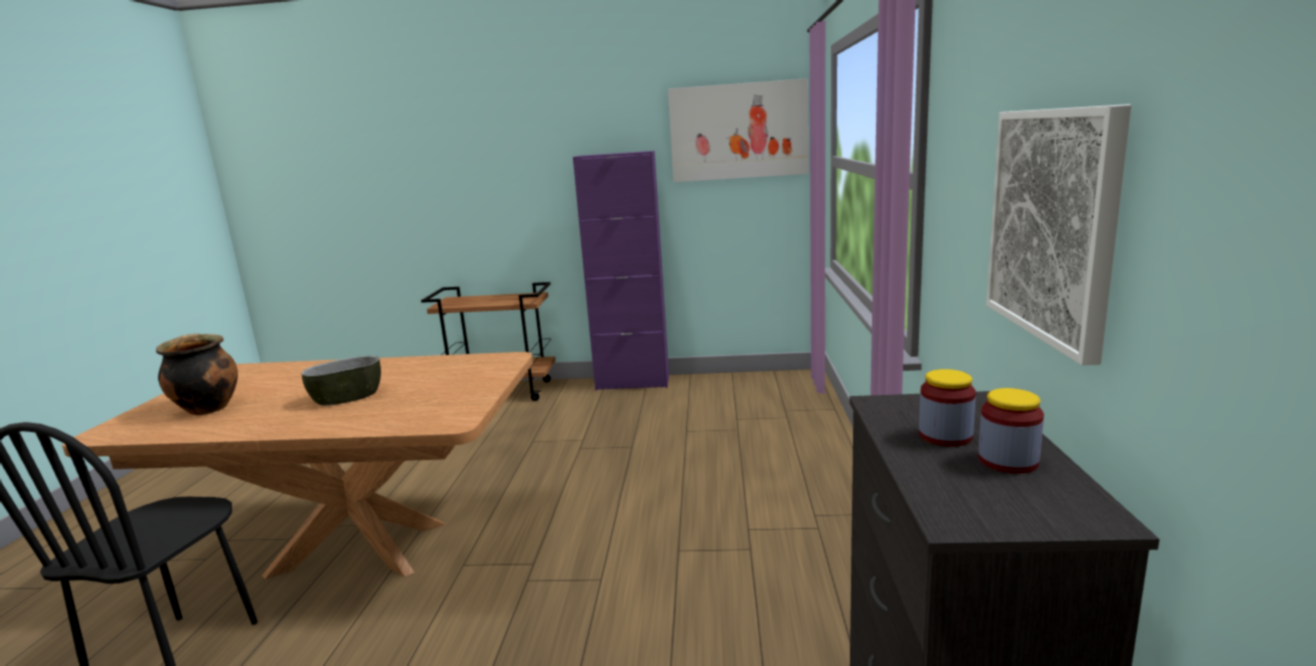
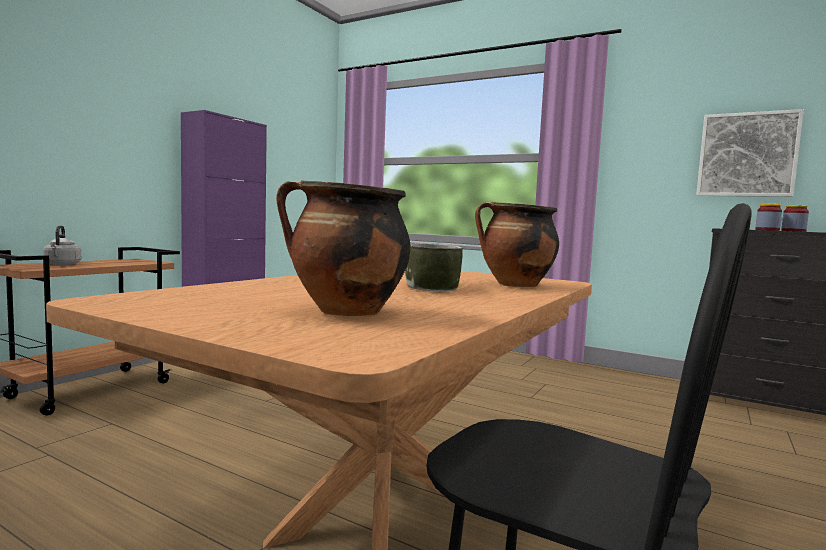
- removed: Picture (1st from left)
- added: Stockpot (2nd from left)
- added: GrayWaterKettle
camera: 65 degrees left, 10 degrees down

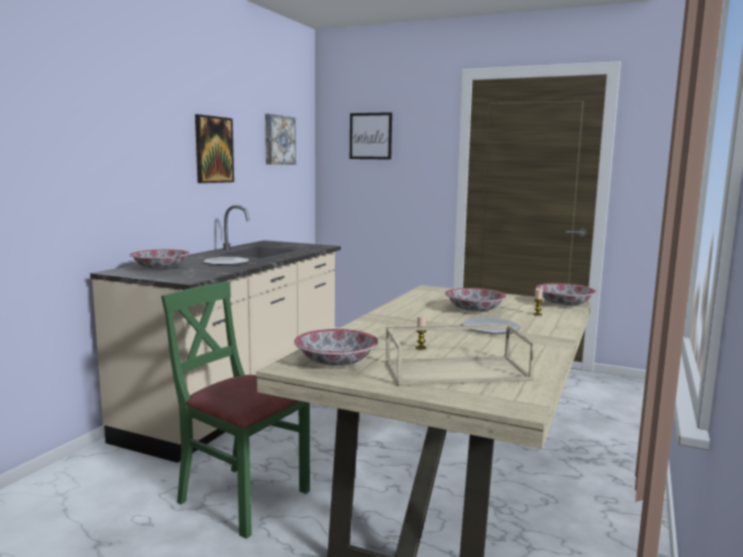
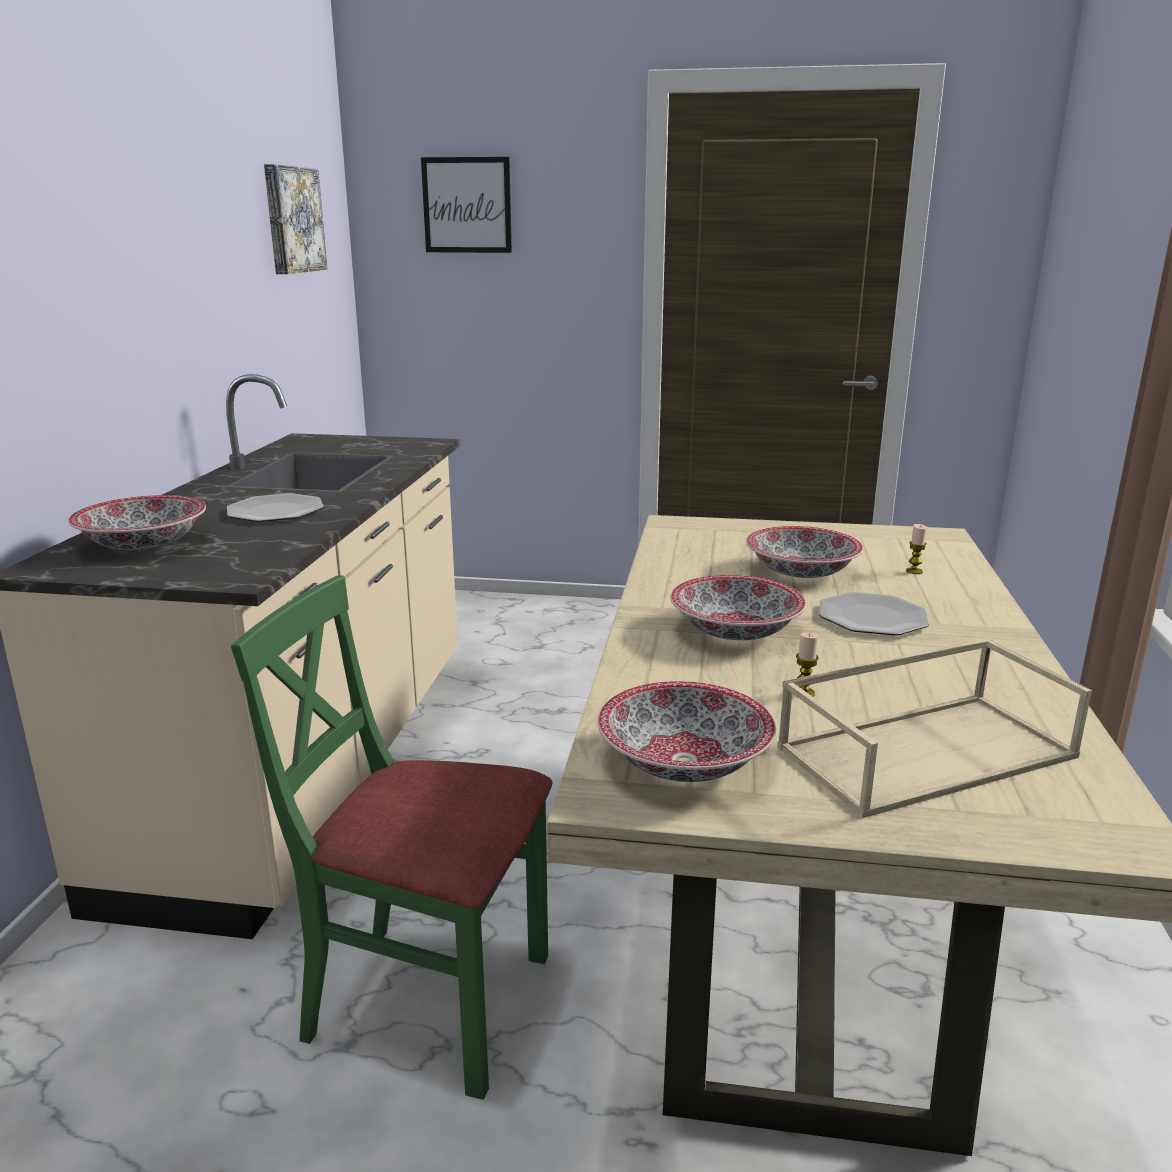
- removed: Picture (1st from left)
- moved: Bowl (4th from left in the first image) to Bowl (3rd from left)
camera: 15 degrees left, 10 degrees up

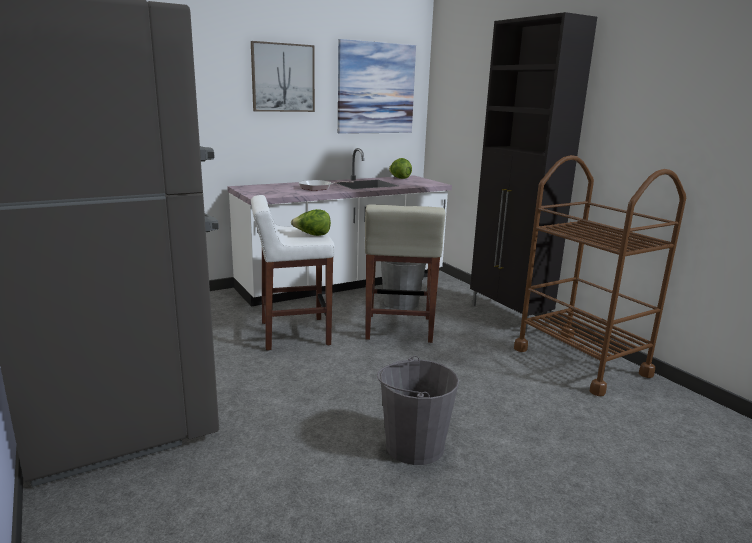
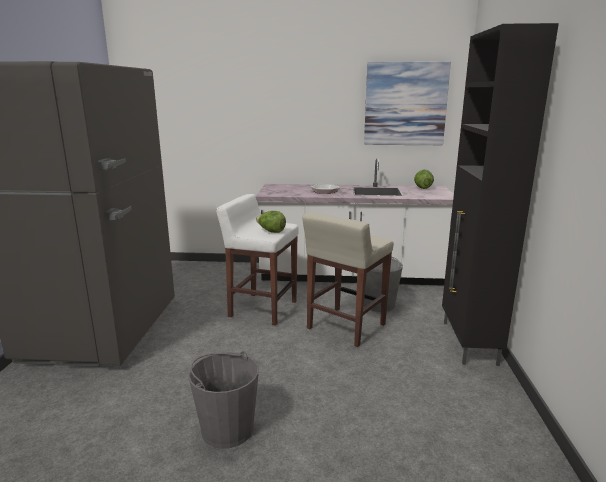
- removed: Picture (1st from left)
- removed: BrownColouredCart
camera: 35 degrees right, 0 degrees up

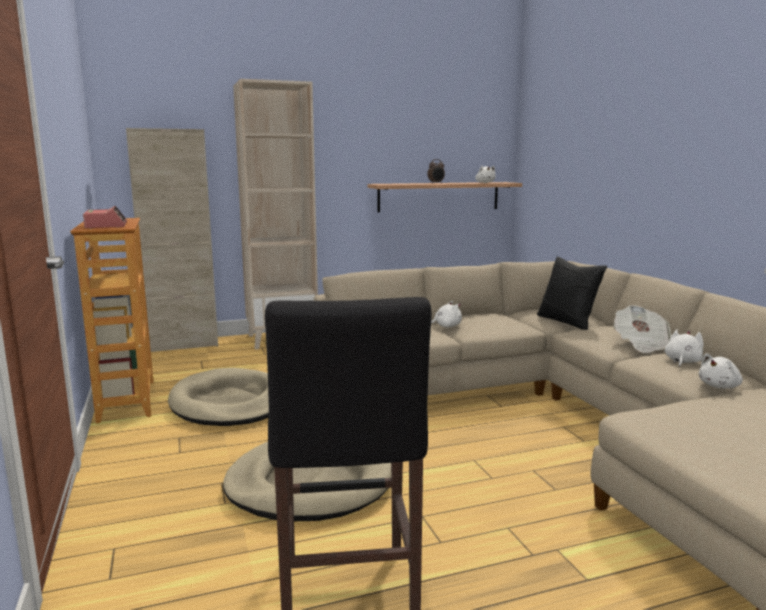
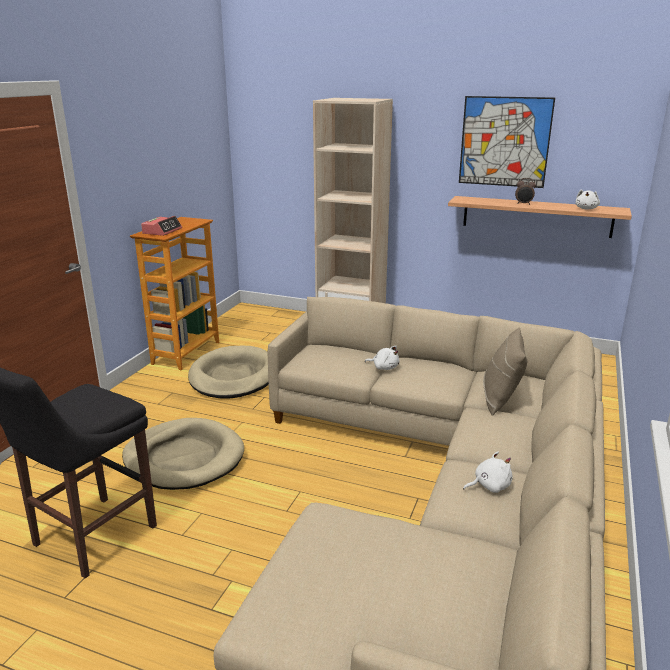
- removed: BeigeStorageCabinet
- recoloured: BlackColouredThrowPillow to BeigeThrowPillow
- removed: DailyPaper
- removed: WhitishCuddlyToy (4th from left)
- added: Picture
camera: 40 degrees right, 10 degrees up

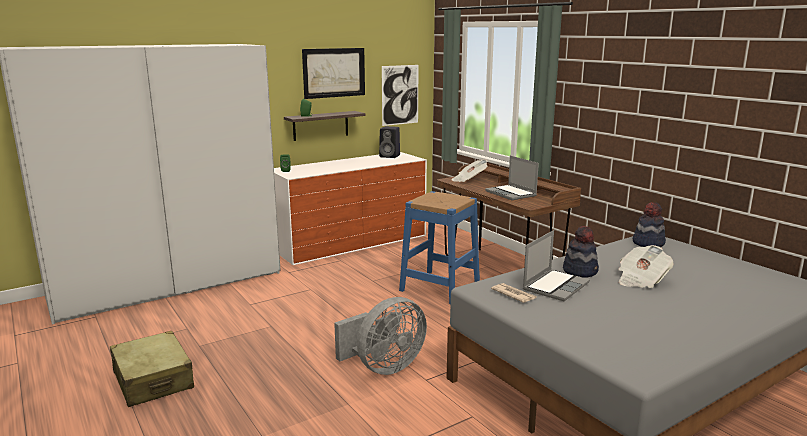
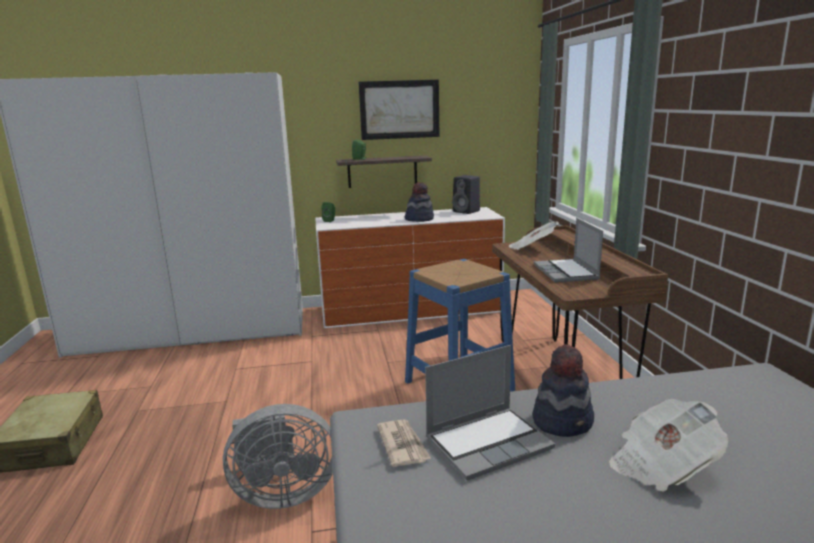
- removed: Picture (2nd from left)
- moved: ClothingHat (2nd from left in the first image) to ClothingHat (1st from left)
camera: 25 degrees right, 0 degrees up

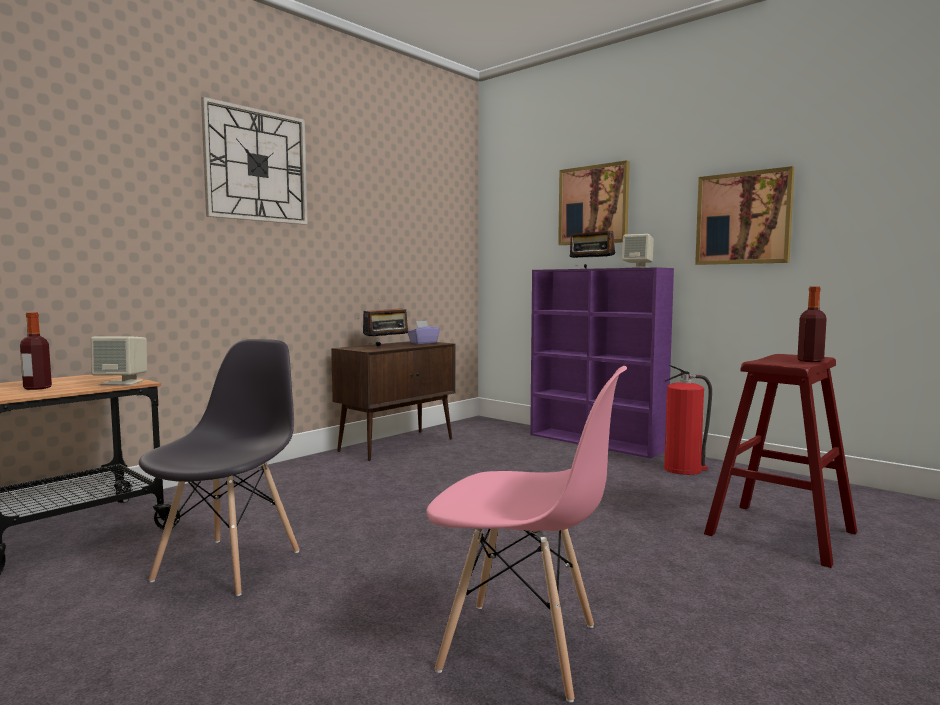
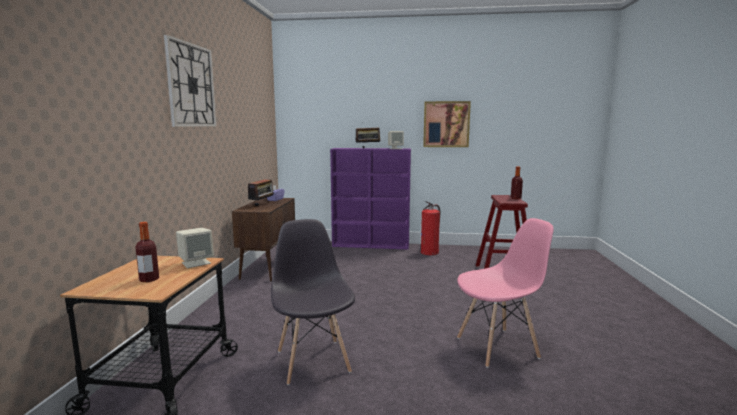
- removed: Picture (1st from left)
camera: 35 degrees left, 5 degrees up

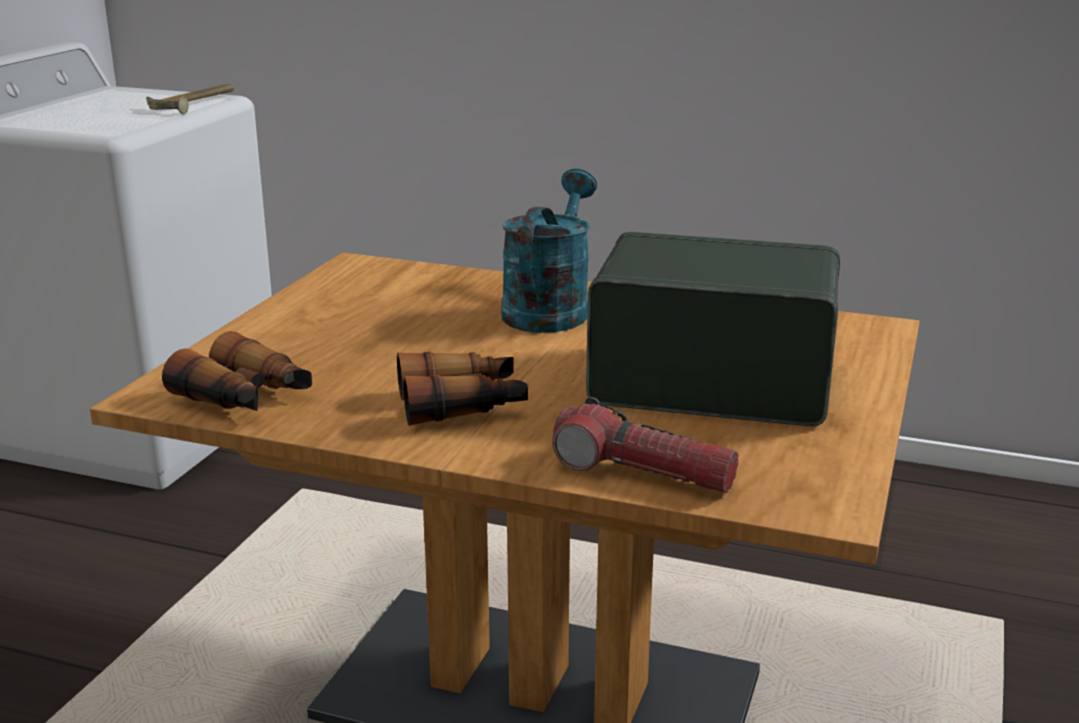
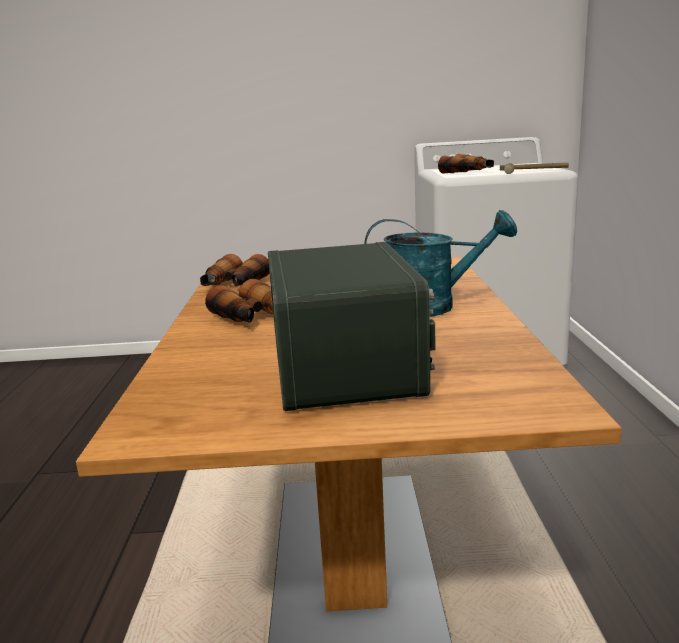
- removed: HandTorch
- added: FieldGlasses (3rd from left)
camera: 70 degrees right, 5 degrees down

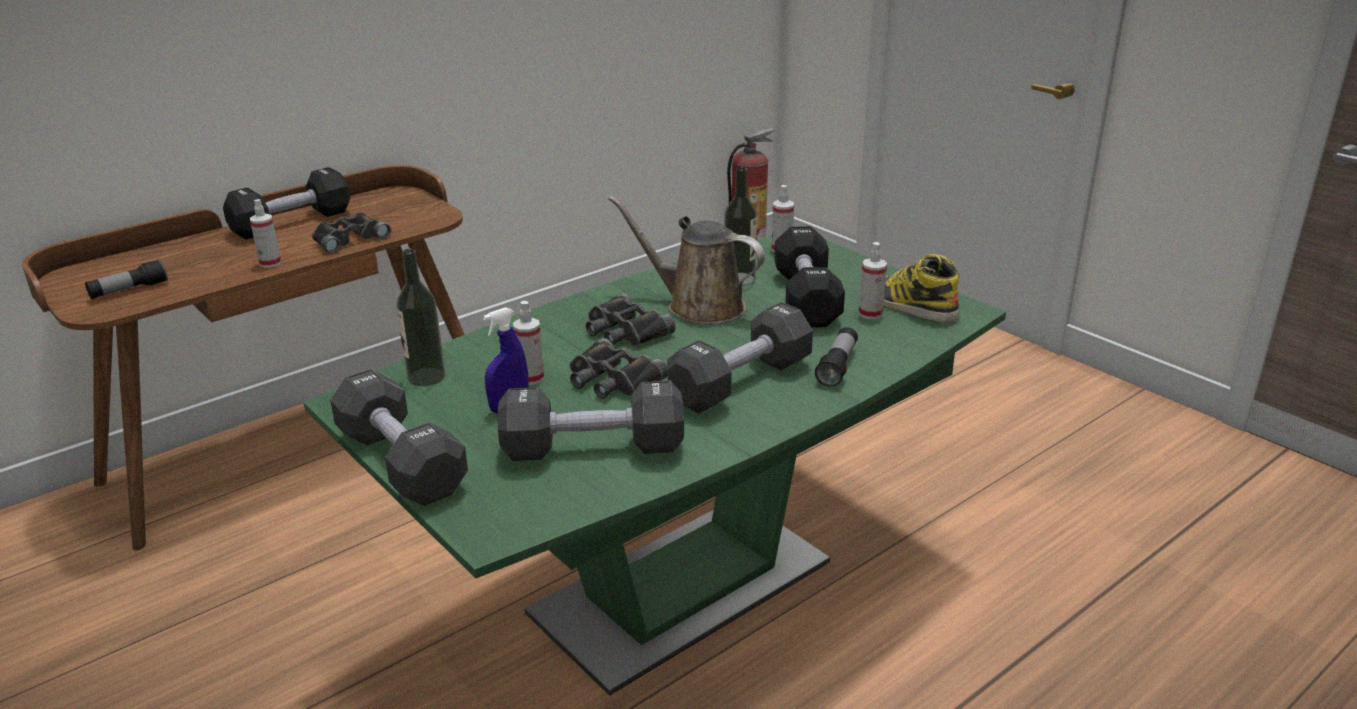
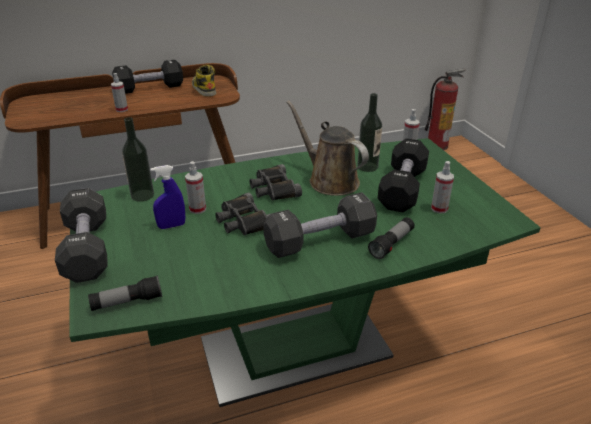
- removed: BlackColouredFieldGlasses (1st from left)
- moved: HighTopBoot
- moved: HandTorch (1st from left)
- removed: BlackColouredDumbbell (3rd from left)
camera: 20 degrees right, 5 degrees up

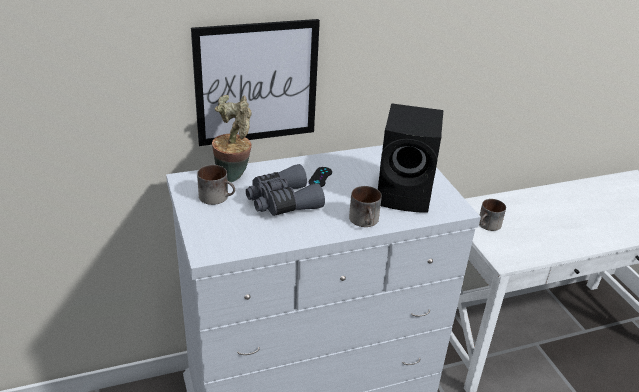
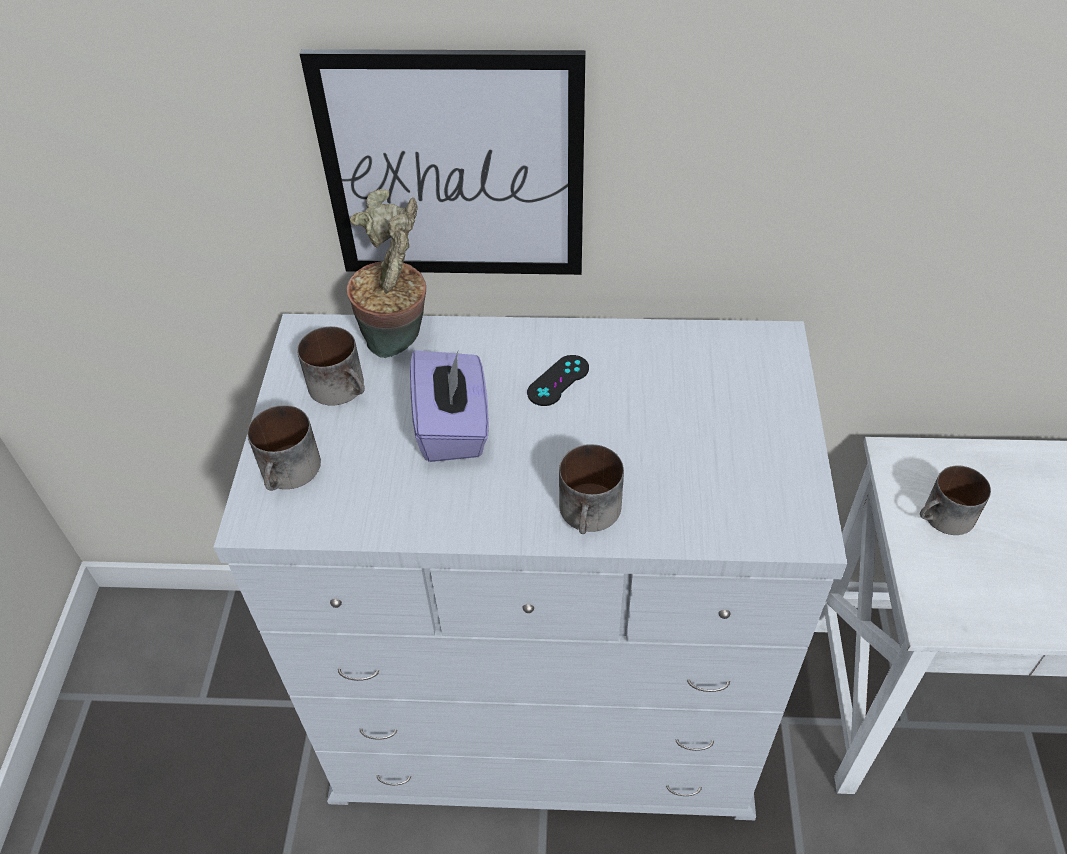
- removed: BlackColouredAudioSpeaker
- replaced: GrayFieldGlasses to PurpleBoxOfTissues
- added: CoffeeMug (1st from left)
camera: 25 degrees right, 15 degrees up

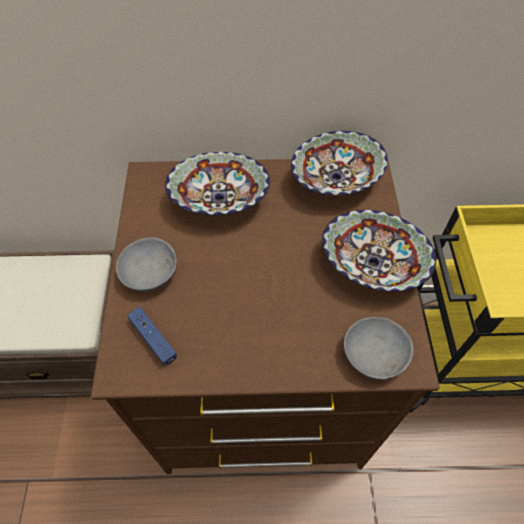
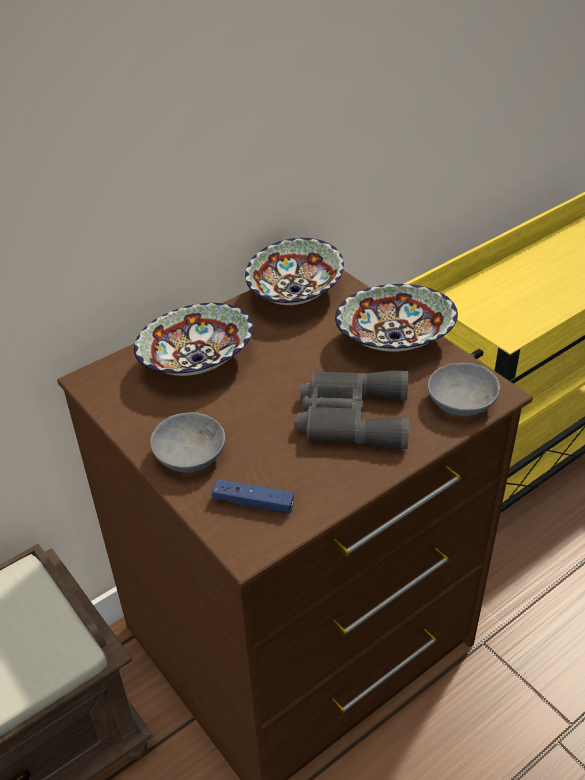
- added: GrayFieldGlasses
camera: 35 degrees left, 15 degrees down

